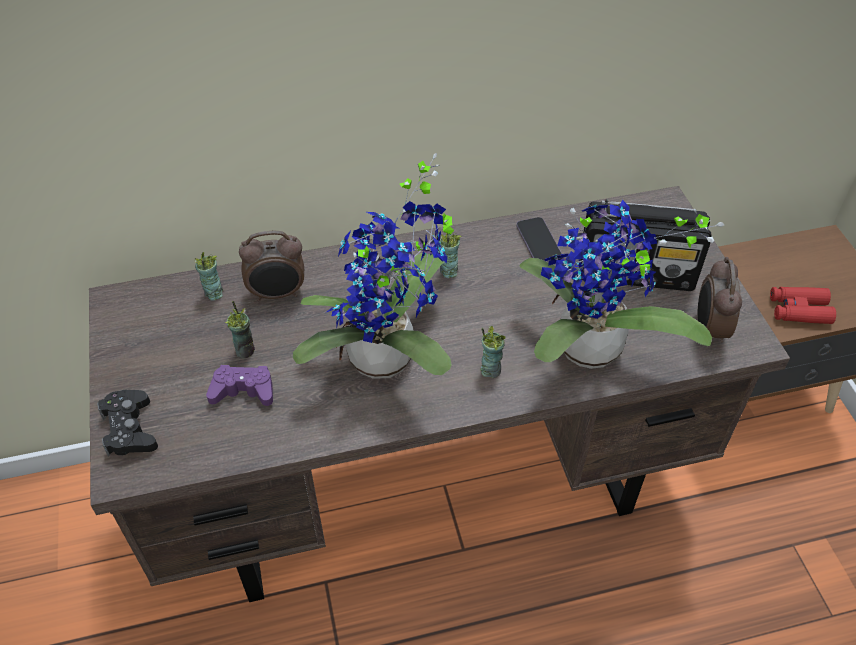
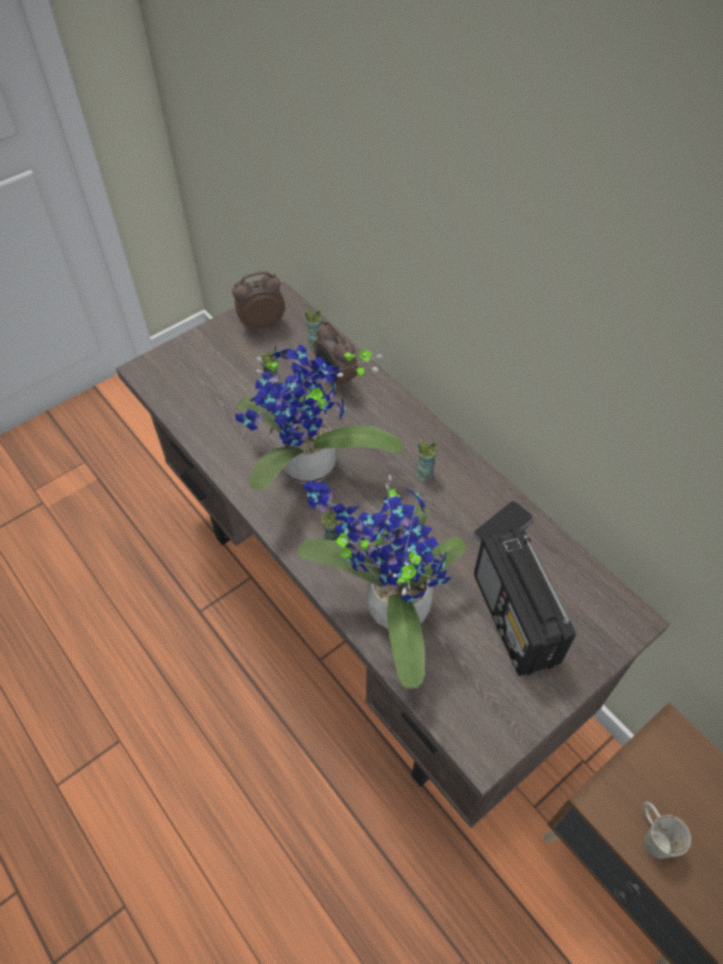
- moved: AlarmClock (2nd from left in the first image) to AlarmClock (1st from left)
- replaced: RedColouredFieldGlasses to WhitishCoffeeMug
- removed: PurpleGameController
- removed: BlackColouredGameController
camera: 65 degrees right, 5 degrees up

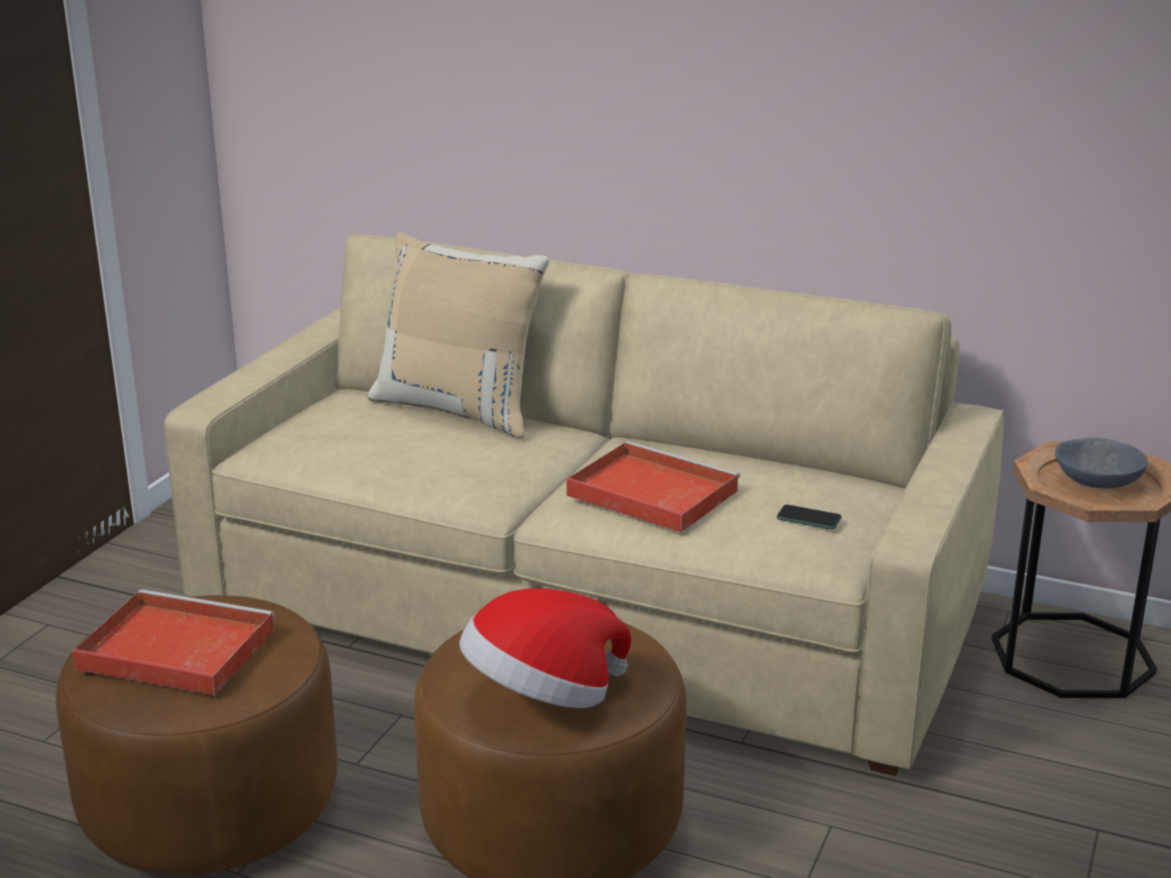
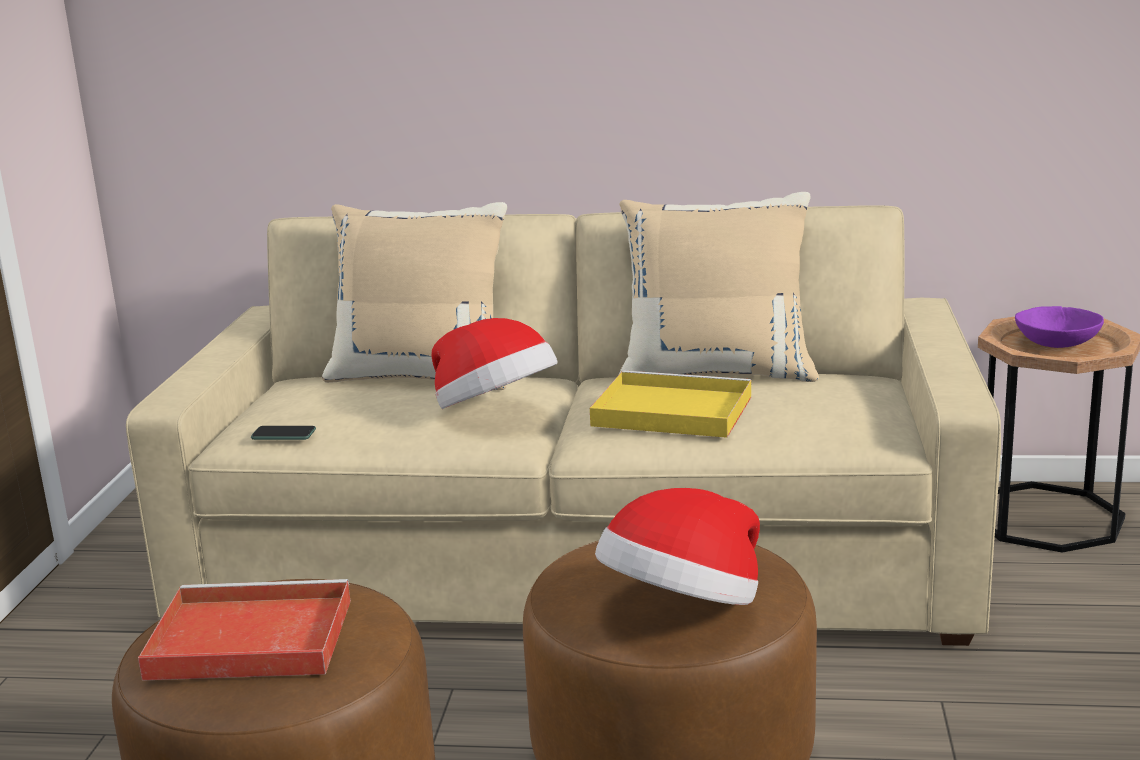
- recoloured: GrayBowl to PurpleBowl
- recoloured: RedColouredServingTray (2nd from left) to YellowServingTray
- moved: Phone
- added: BeigeThrowPillow (2nd from left)
- added: ClothingHat (1st from left)
camera: 15 degrees left, 5 degrees down

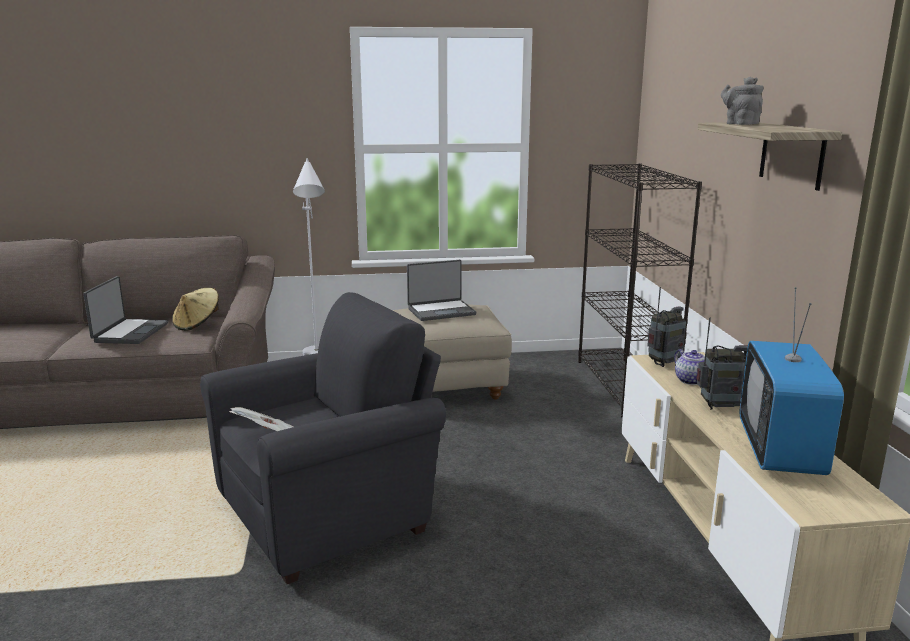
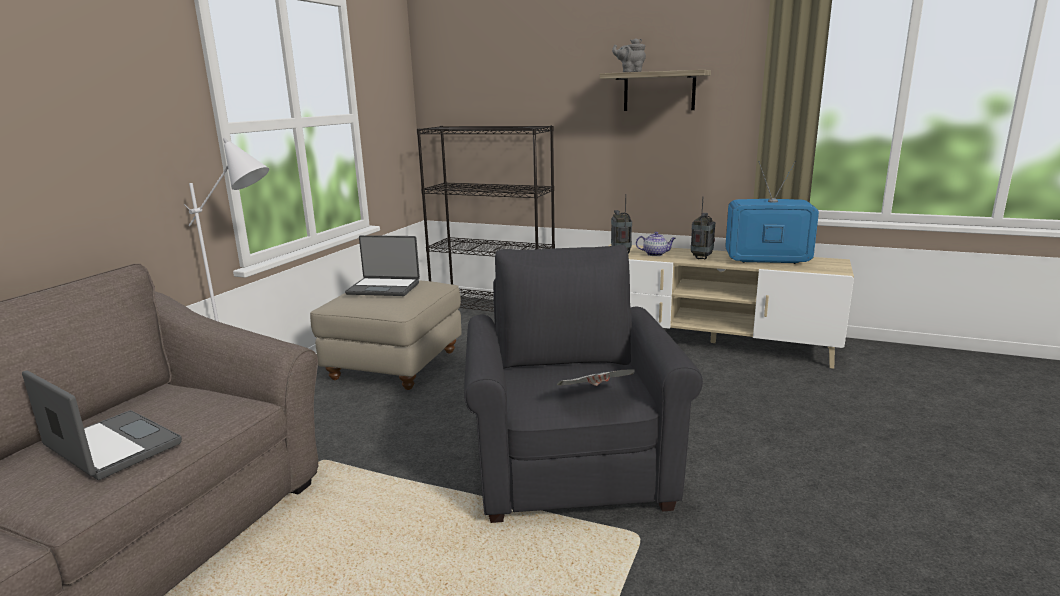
- turned: NotebookComputer (2nd from left) 90 degrees clockwise
- turned: Television 150 degrees clockwise
- removed: BeigeClothingHat
camera: 60 degrees left, 0 degrees up

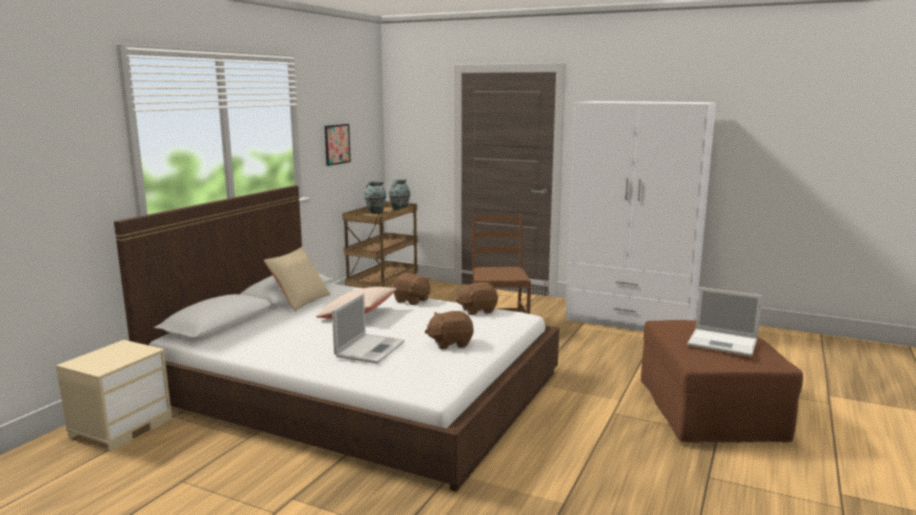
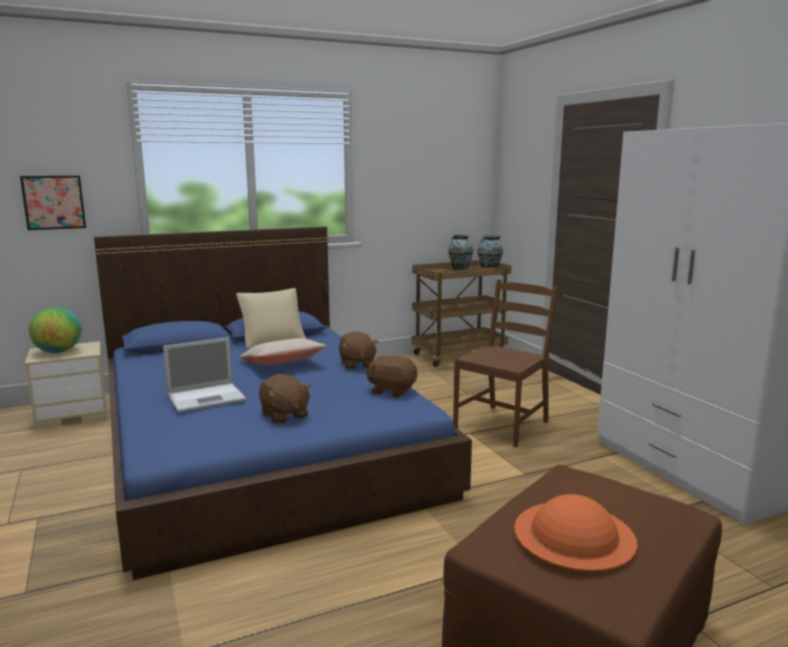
- moved: Picture
- recoloured: WhitishSleepingBed to BlueColouredSleepingBed
- replaced: NotebookComputer (2nd from left) to OrangeClothingHat
- turned: BrownColouredCuddlyToy (2nd from left in the first image) 150 degrees counterclockwise
- added: Globe
camera: 40 degrees right, 0 degrees up

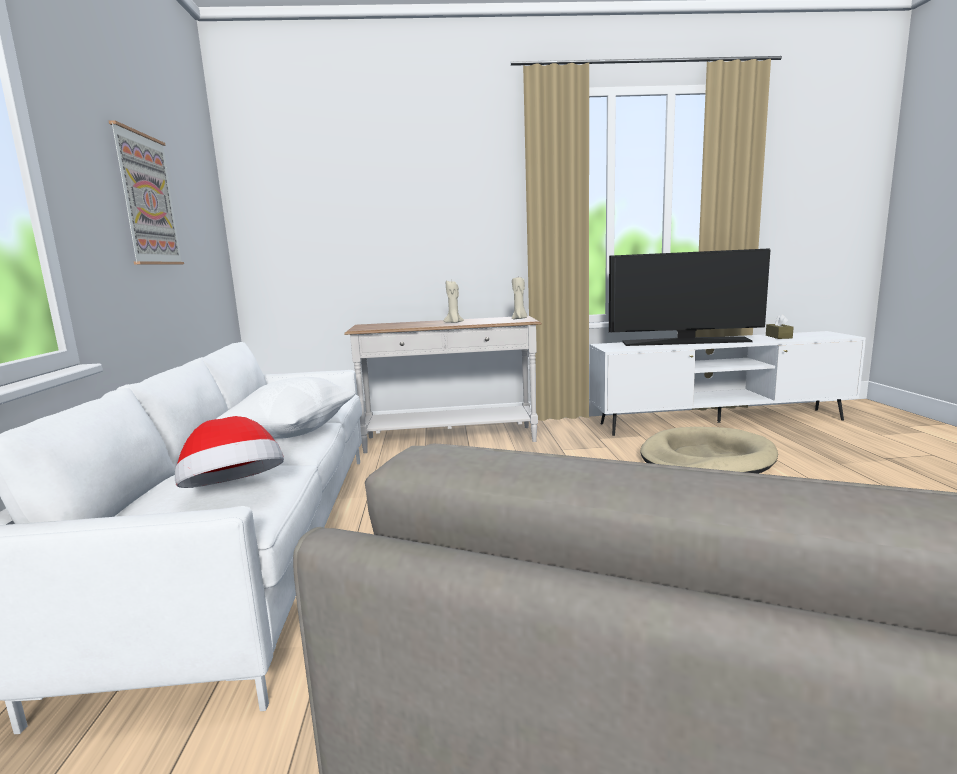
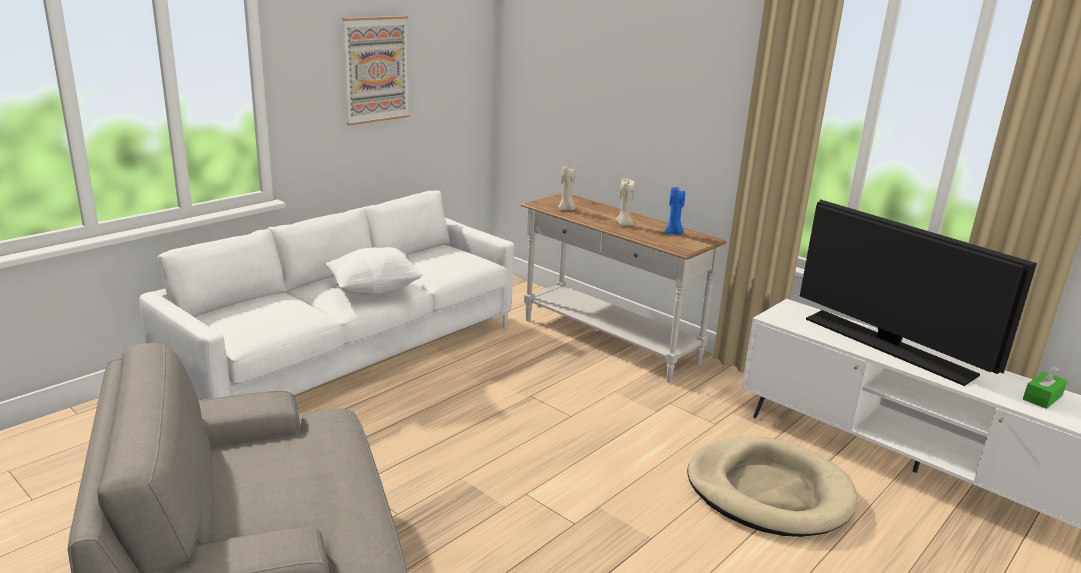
- moved: BeigeWaxCandle (2nd from left in the first image) to BeigeWaxCandle (1st from left)
- recoloured: BrownColouredBoxOfTissues to GreenColouredBoxOfTissues
- removed: ClothingHat
- added: BlueColouredWaxCandle
camera: 45 degrees right, 10 degrees up

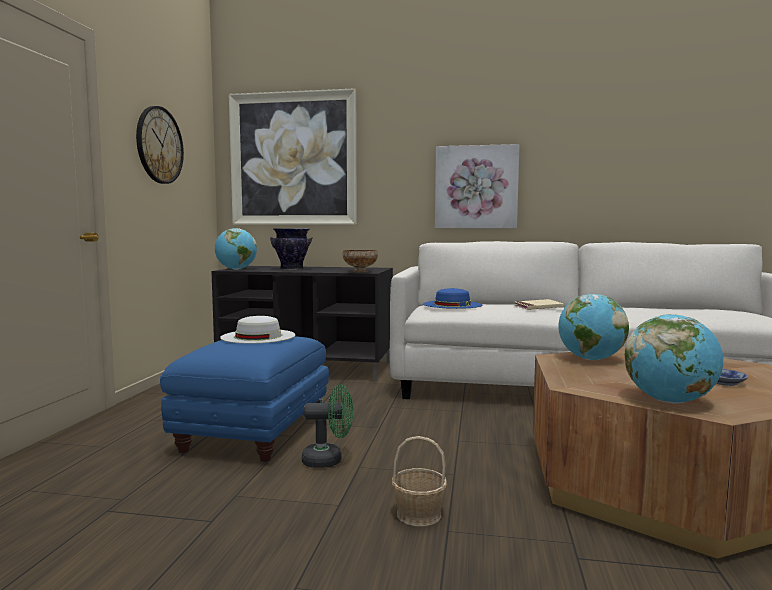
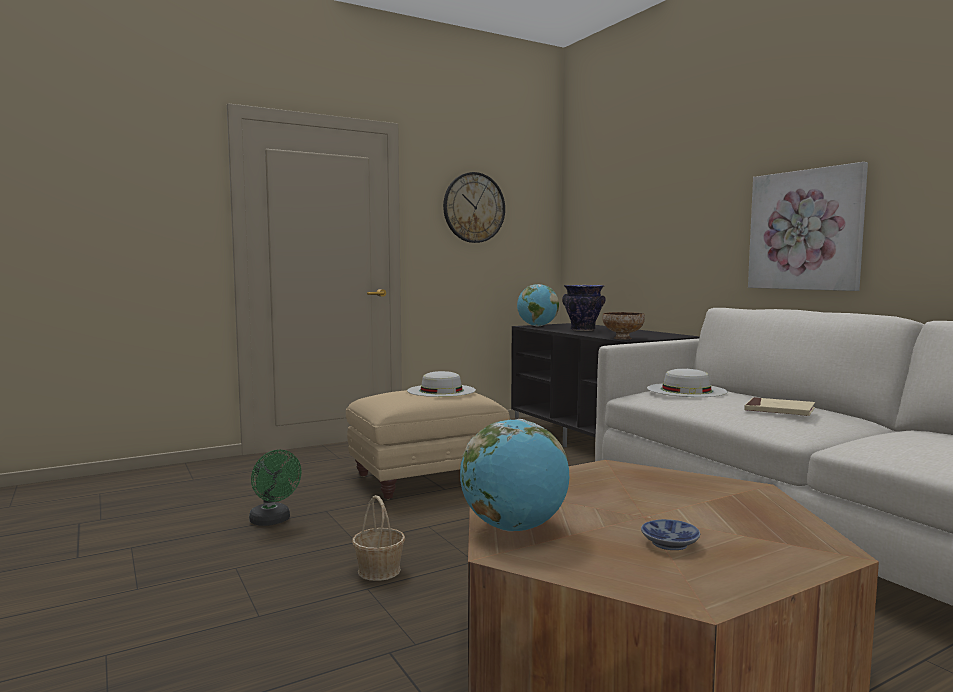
- removed: Picture (1st from left)
- recoloured: BlueColouredClothingHat to WhitishClothingHat (2nd from left)
- removed: Globe (2nd from left)
- recoloured: BlueColouredOttoman to BeigeOttoman
- moved: GreenColouredElectricFan
camera: 50 degrees right, 0 degrees up

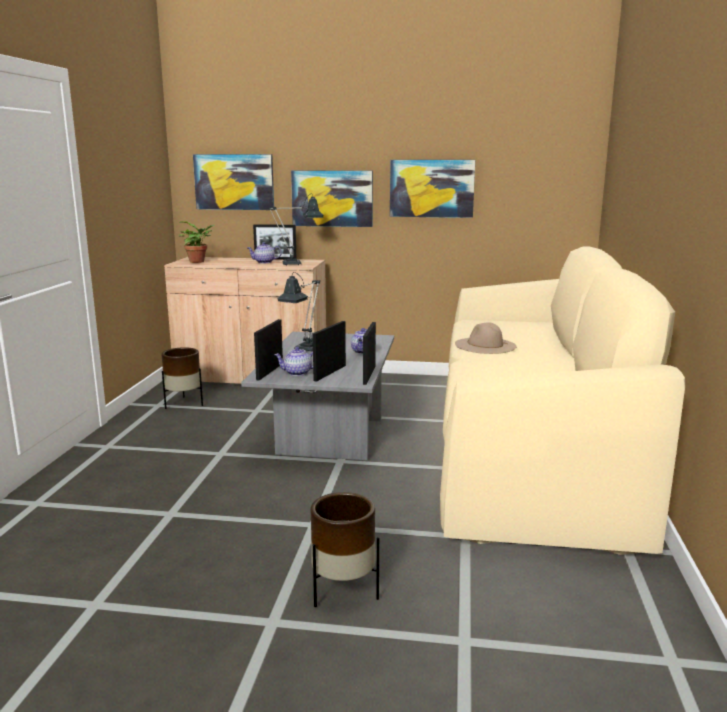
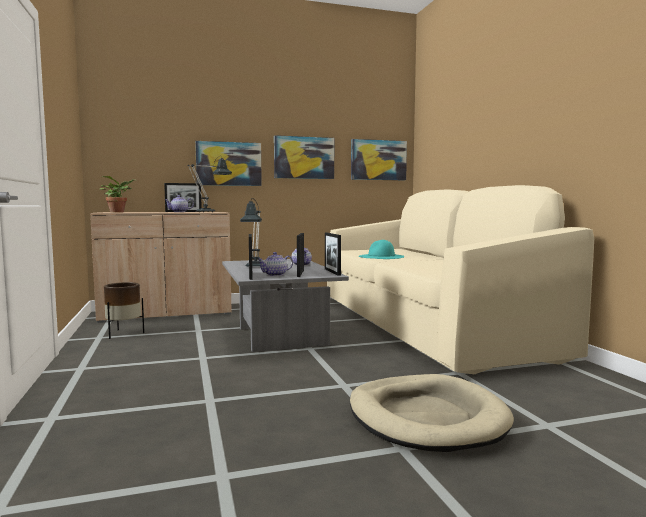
- moved: Picture (1st from left in the first image) to Picture (3rd from left)
- recoloured: BeigeClothingHat to BlueGreenClothingHat
- replaced: BrownColouredFlowerPot (2nd from left) to BeigePetBed
camera: 25 degrees left, 10 degrees down

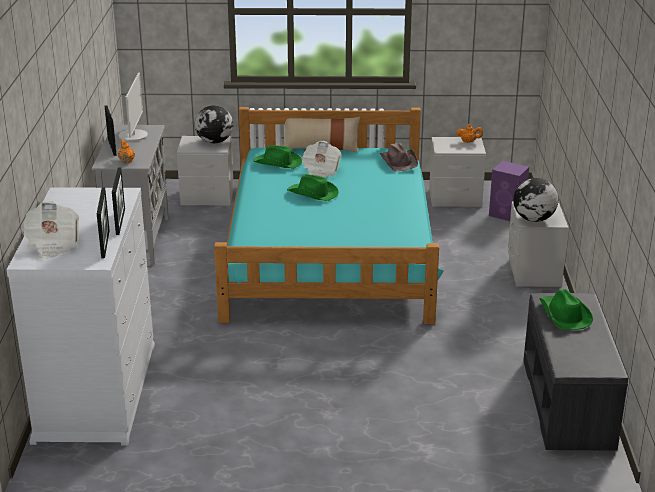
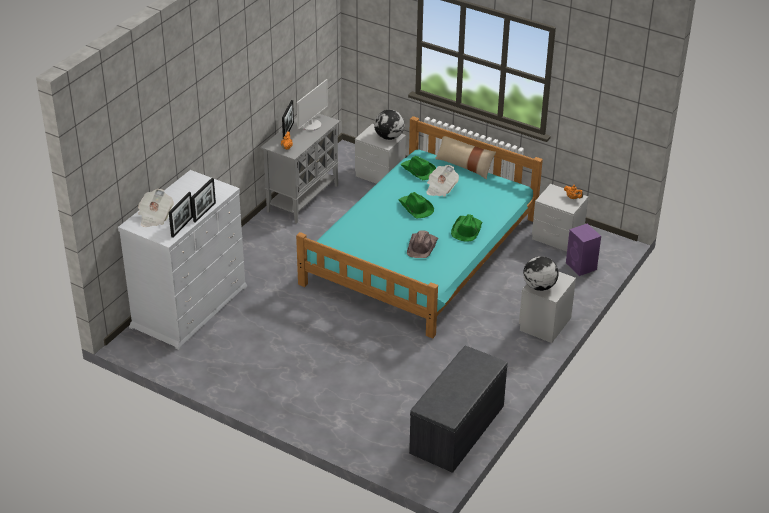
- moved: BrownColouredClothingHat
- moved: GreenColouredClothingHat (3rd from left)
camera: 30 degrees right, 10 degrees up

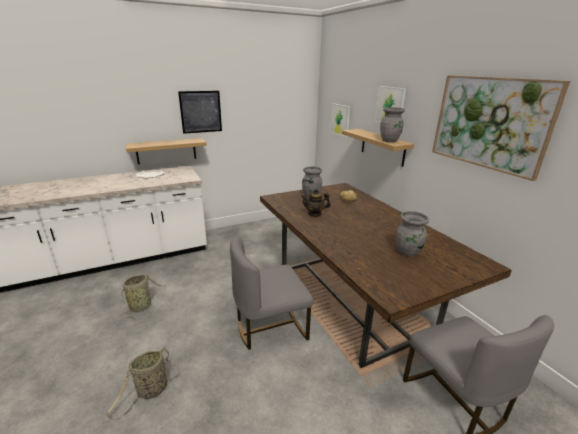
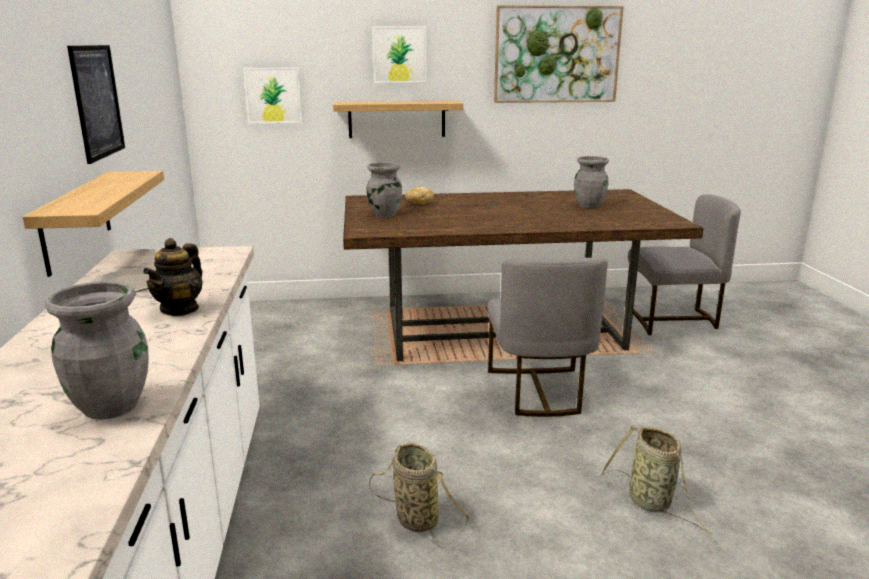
- moved: GrayFlowerVase (2nd from left in the first image) to GrayFlowerVase (1st from left)
- moved: Teapot
camera: 70 degrees left, 5 degrees down

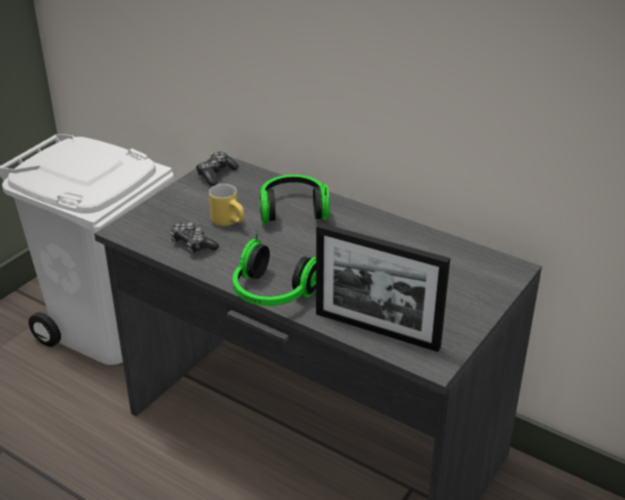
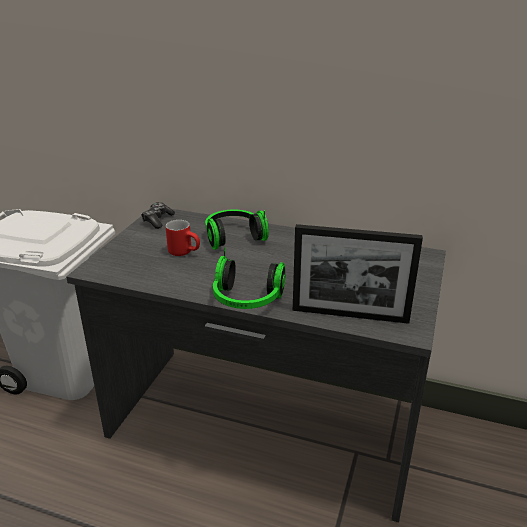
- recoloured: YellowCoffeeMug to RedColouredCoffeeMug
- removed: GameController (1st from left)
camera: 15 degrees left, 5 degrees down

